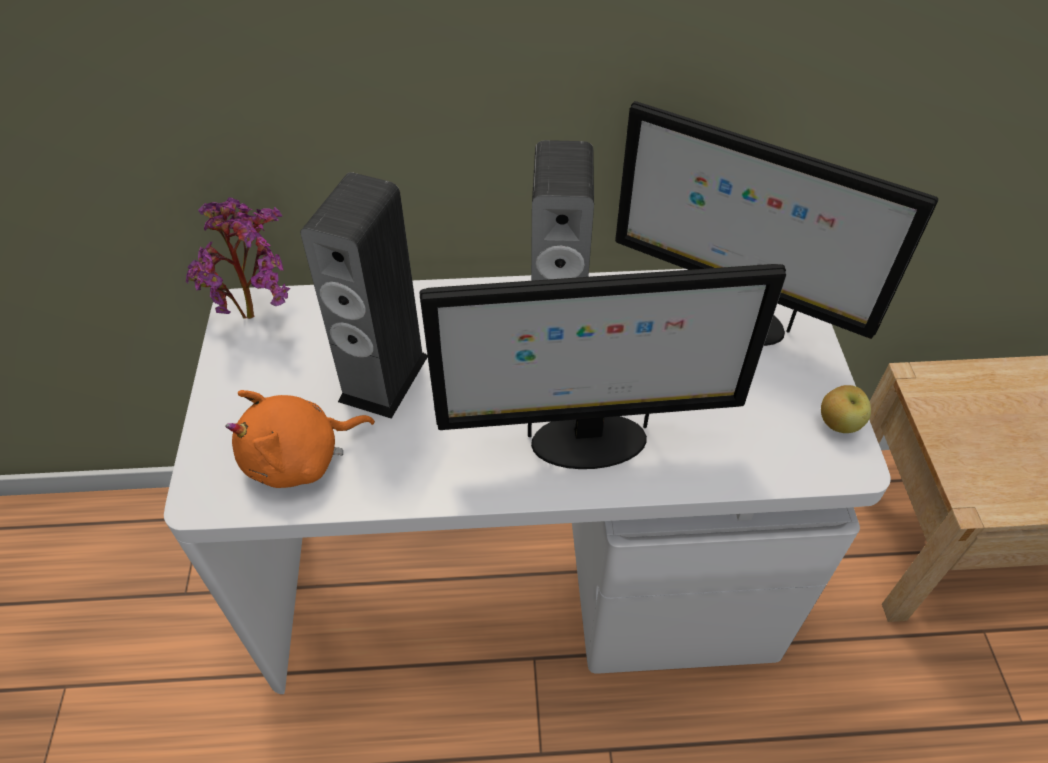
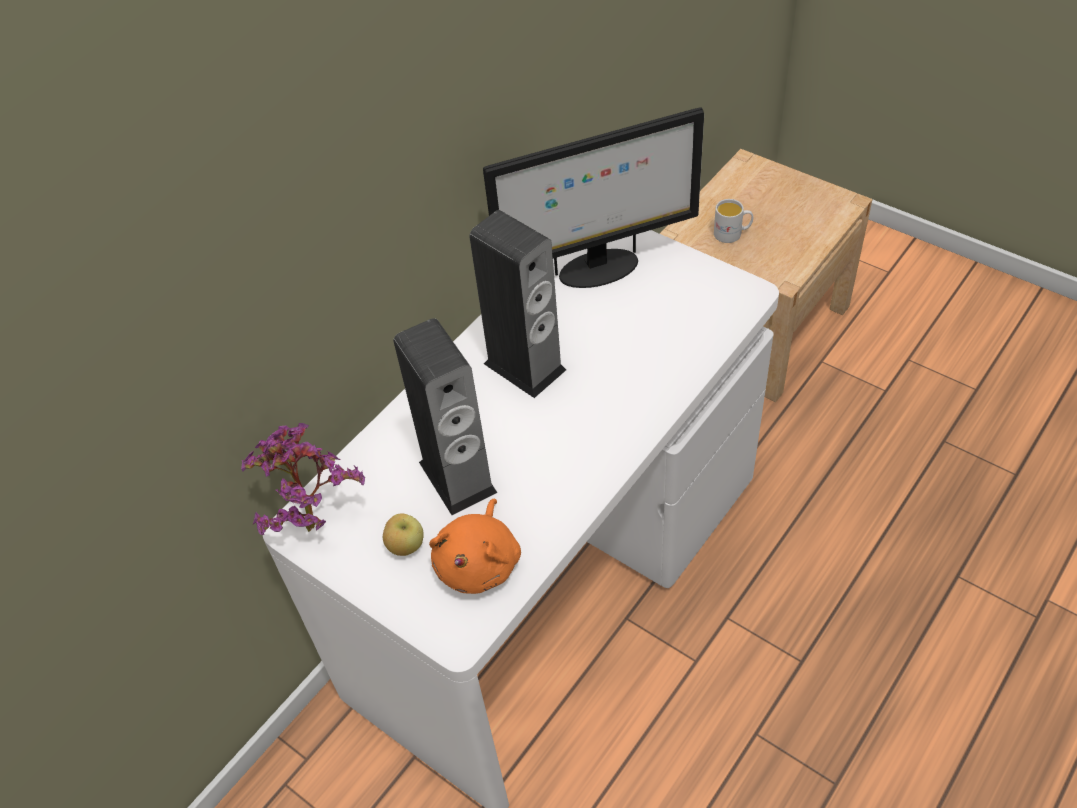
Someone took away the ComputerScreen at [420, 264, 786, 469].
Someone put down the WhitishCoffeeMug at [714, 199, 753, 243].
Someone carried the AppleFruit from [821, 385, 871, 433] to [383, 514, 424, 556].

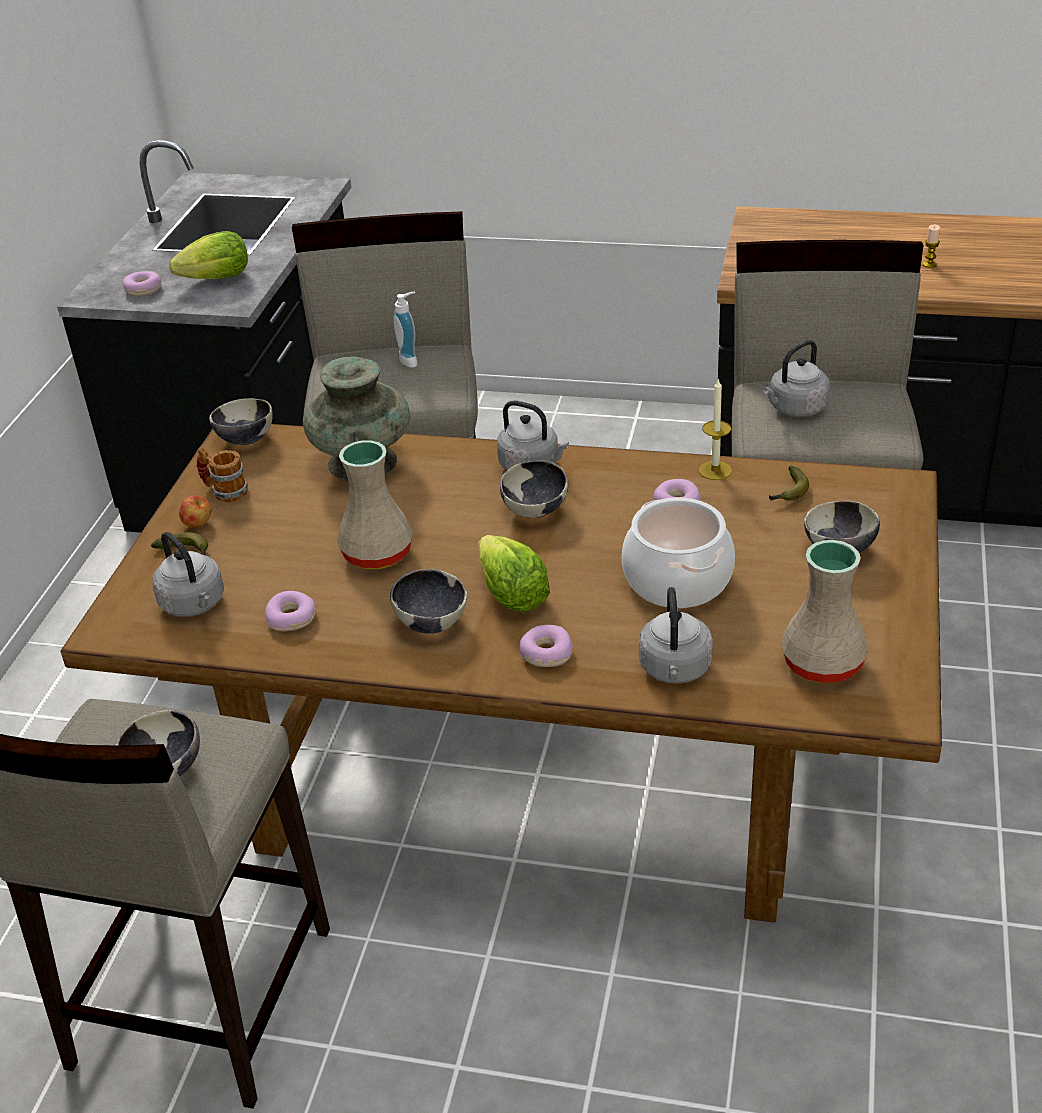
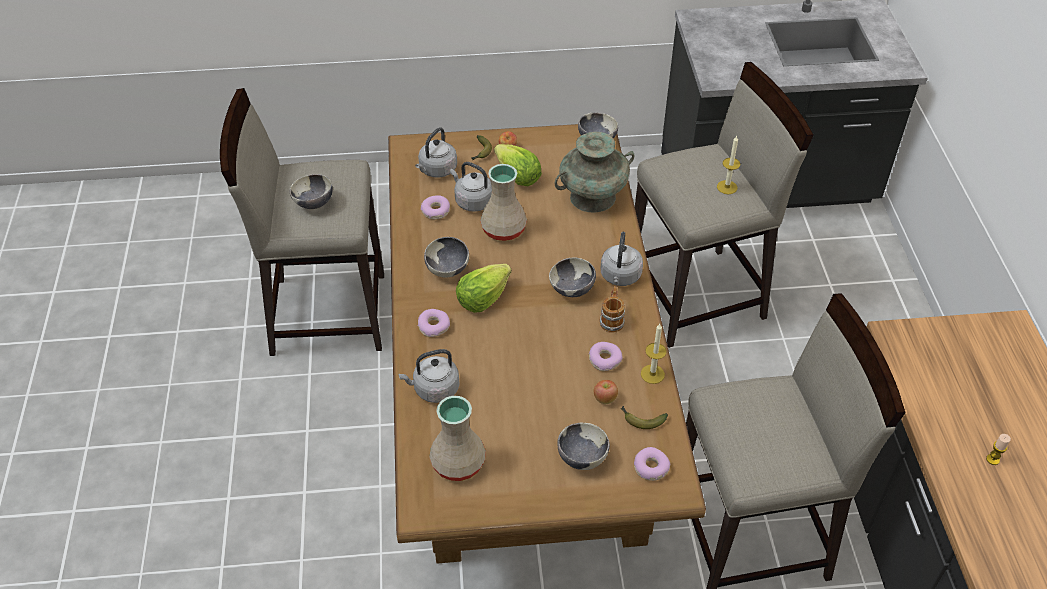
Someone took away the Stockpot at [622, 498, 735, 608].
Someone put down the AppleFruit at [594, 380, 618, 404].
Someone carried the RingDoughnut from [123, 271, 162, 296] to [634, 447, 670, 481].
Someone carried the LettuceHead from [169, 231, 248, 279] to [494, 144, 542, 186].
Someone carried the CoffeeMug from [197, 447, 248, 502] to [600, 286, 625, 333].
Someone carried the GreyTeaKettle from [763, 340, 830, 417] to [450, 162, 492, 212].
Someone swapped the SoapBottle at [393, 292, 417, 368] for the WaxCandle at [717, 136, 740, 194].

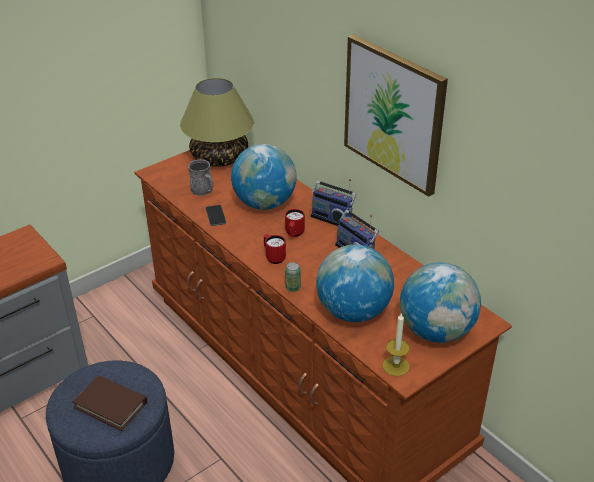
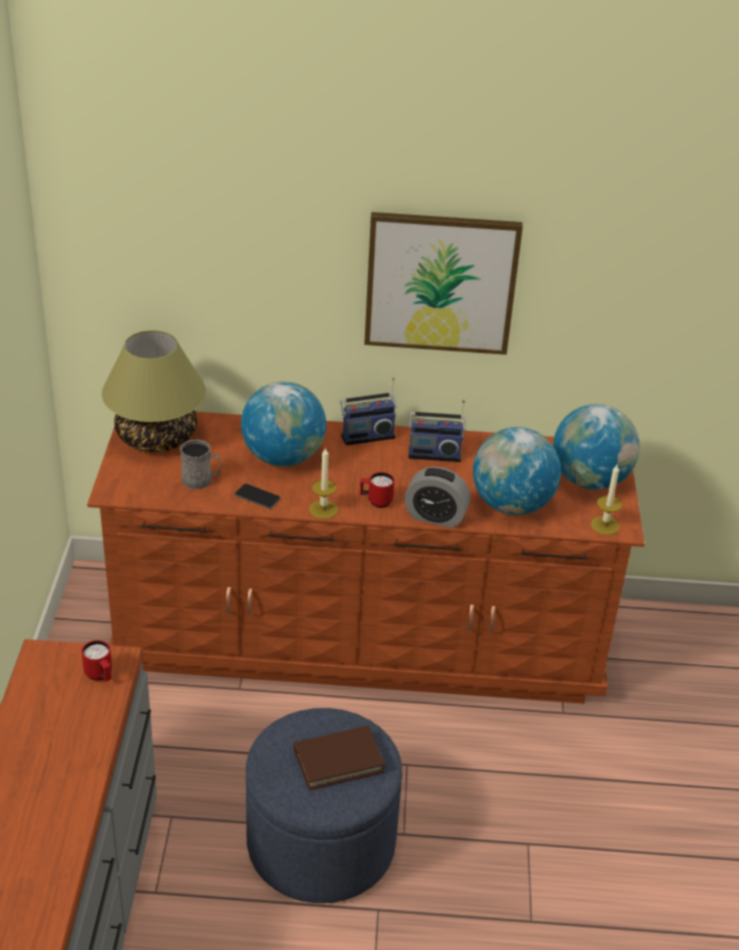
Someone put down the WaxCandle at [309, 447, 338, 519].
Someone carried the ReddishCoffeeMug from [285, 209, 305, 237] to [82, 640, 112, 681].
Someone swapped the SealedCan at [285, 262, 301, 292] for the TableClock at [405, 467, 470, 528].

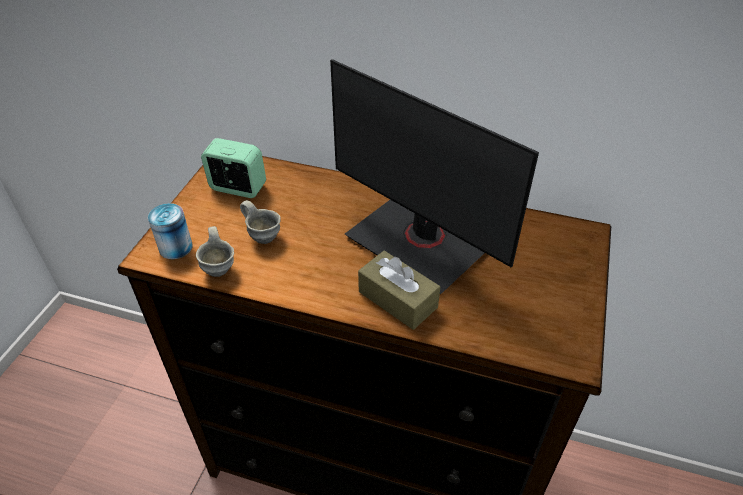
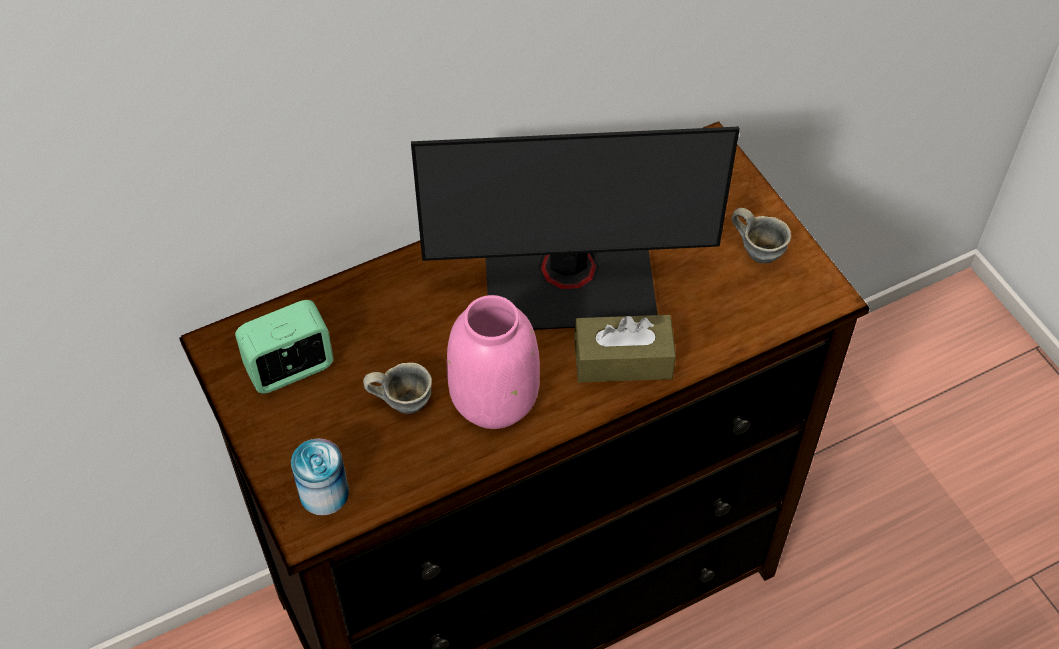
Someone put down the PinkColouredFlowerVase at [447, 295, 540, 429].
Someone carried the GreyCoffeeMug from [196, 226, 234, 277] to [732, 208, 791, 263].

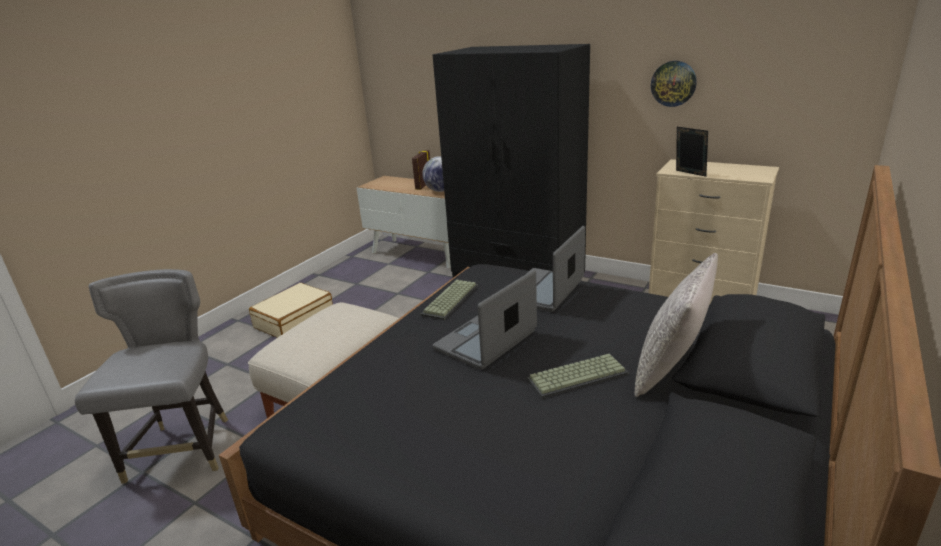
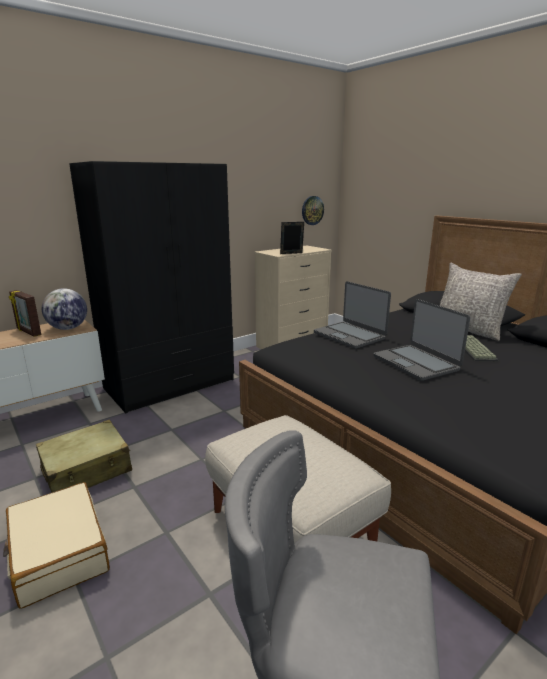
Someone took away the Keyboard at [421, 280, 478, 320].
Someone put down the BeigeColouredTravelCase at [36, 420, 132, 493].
Someone carried the ClockOnTheWall from [651, 61, 697, 107] to [302, 196, 324, 225].

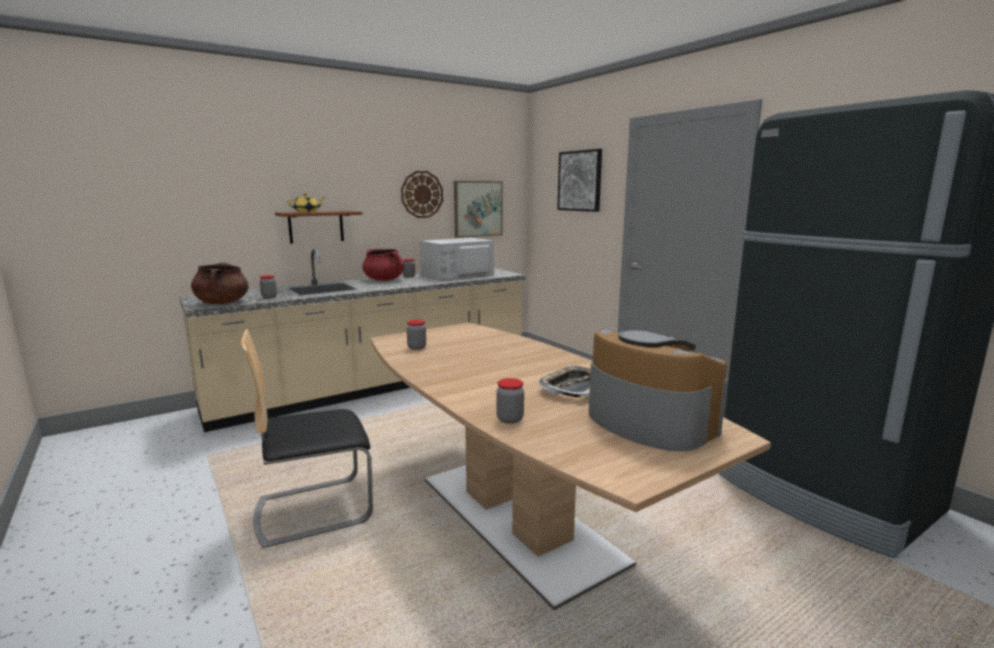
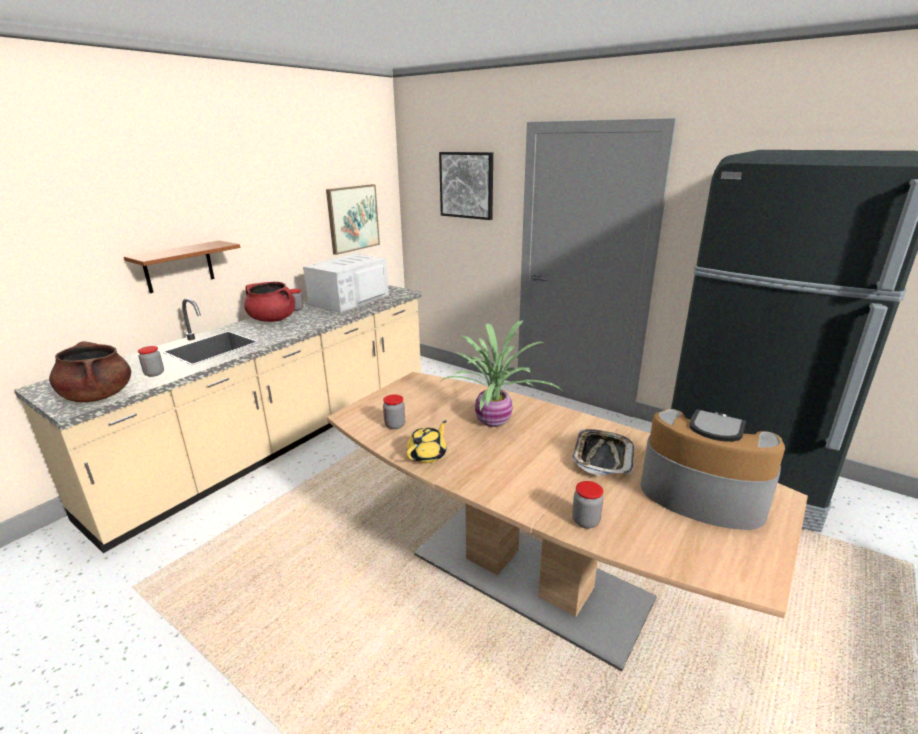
Someone took away the PlainChair at [241, 329, 373, 548].
Someone took away the ClockOnTheWall at [401, 171, 443, 218].
Someone put down the PottedPlant at [441, 320, 563, 427].
Someone carried the YellowishTeapot from [288, 193, 325, 212] to [406, 420, 447, 463].

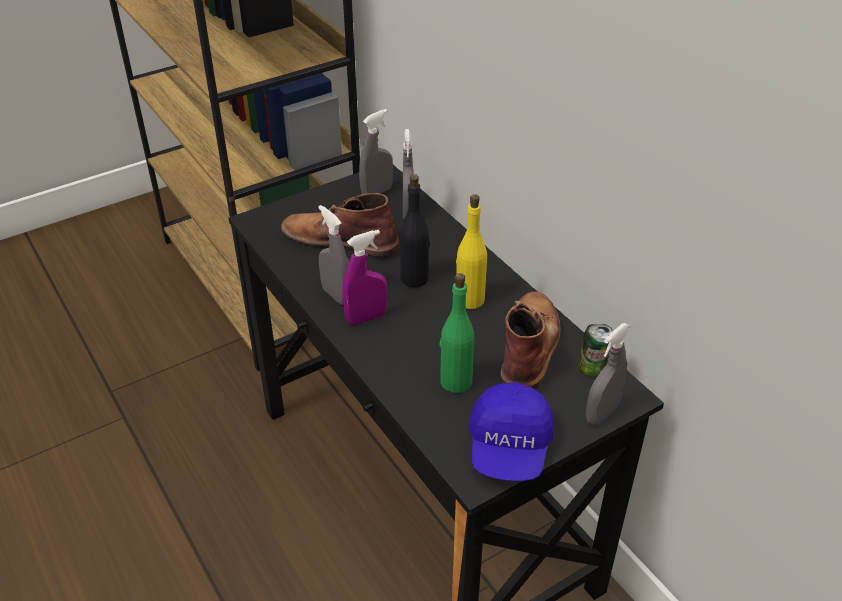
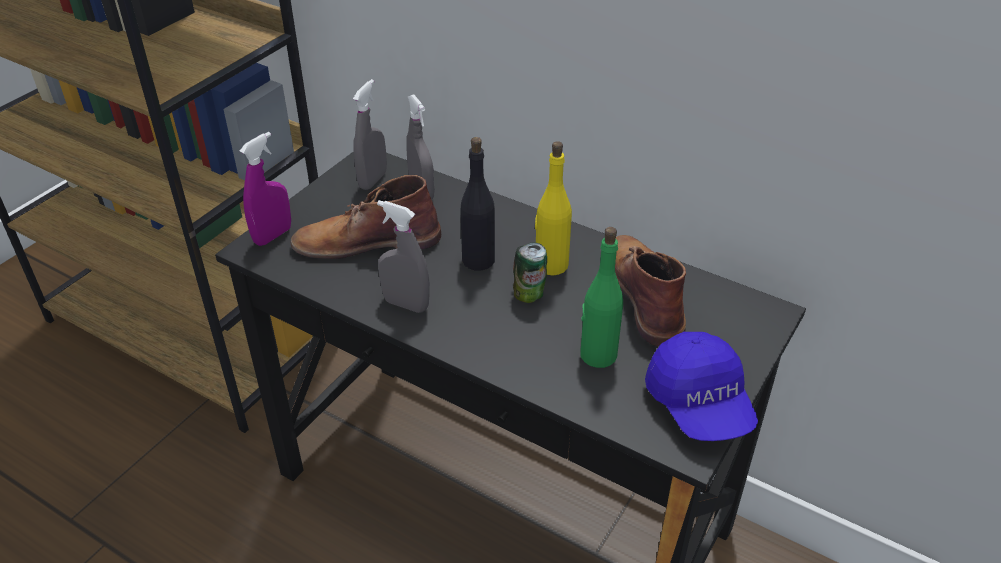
Someone took away the GreySprayBottle at [586, 323, 630, 426].
Someone carried the PurpleSprayBottle from [342, 230, 388, 325] to [240, 132, 291, 246].
Someone carried the SealedCan from [578, 324, 613, 377] to [513, 242, 547, 303].

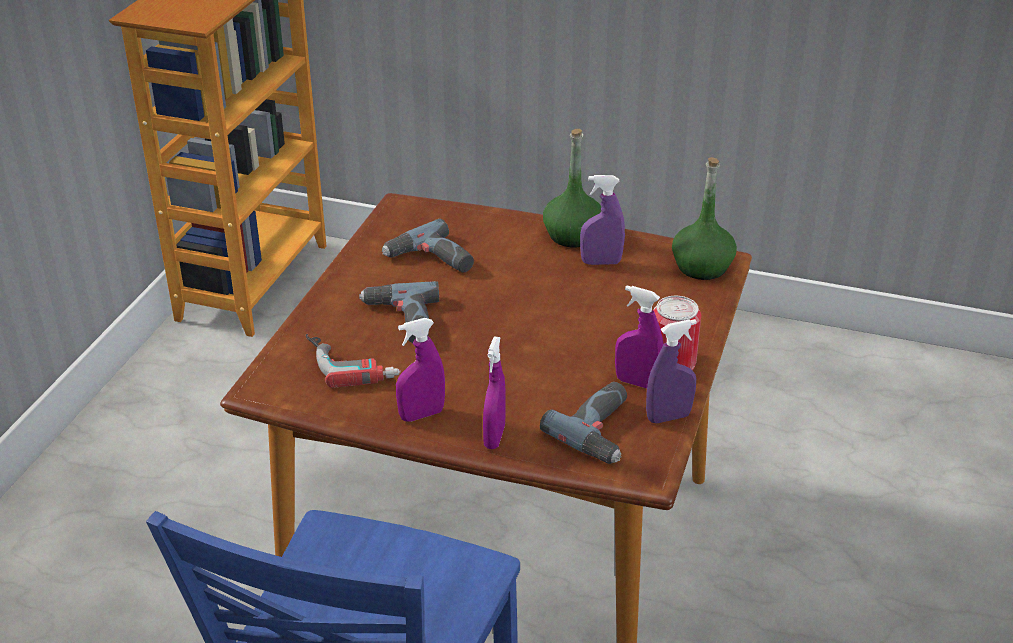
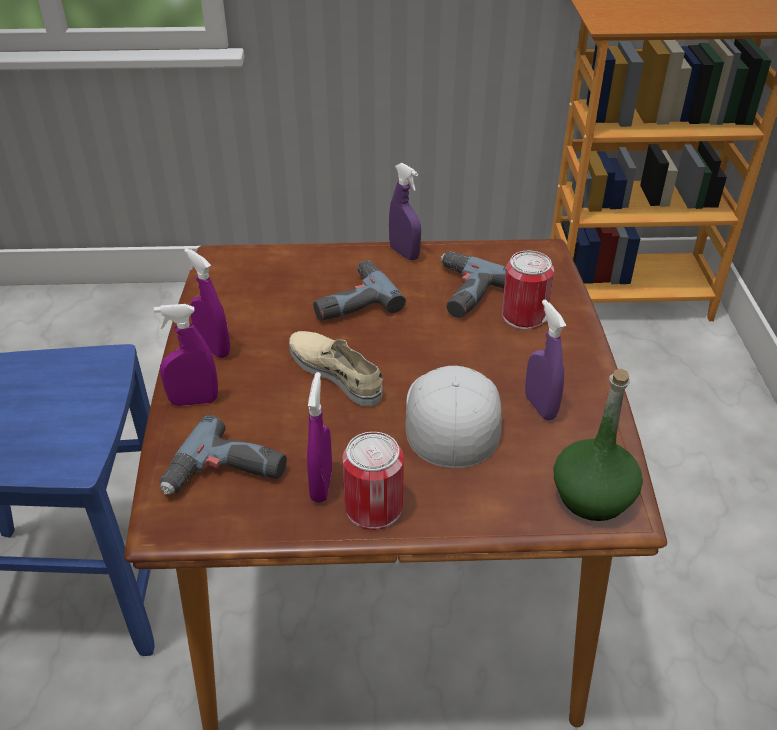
Someone took away the PowerDrill at [306, 334, 401, 388].
Someone took away the GreenColouredBeverageBottle at [543, 129, 601, 247].
Someone put down the BeigeColouredLowShoe at [289, 331, 383, 406].
Someone put down the WhitishPeakedCap at [406, 366, 502, 468].
Someone put down the SealedCan at [502, 251, 554, 330].
Someone carried the PurpleSprayBottle from [646, 319, 697, 423] to [389, 163, 421, 260].

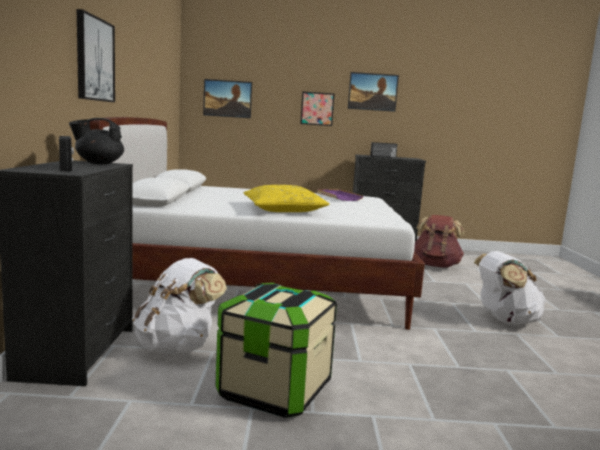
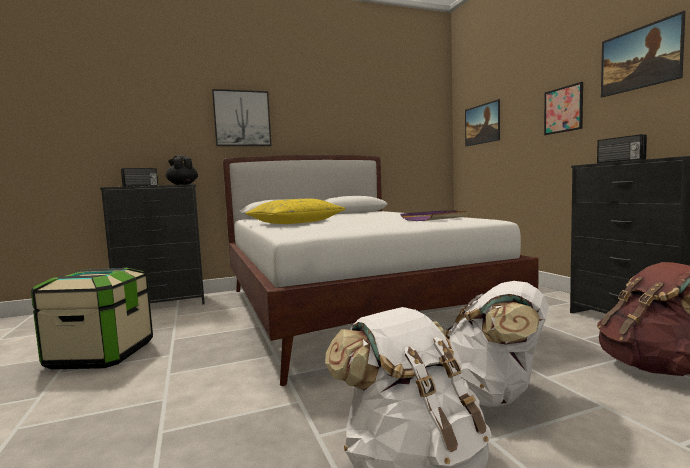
Someone carried the WhitishRucksack from [132, 258, 227, 354] to [445, 281, 549, 408].

